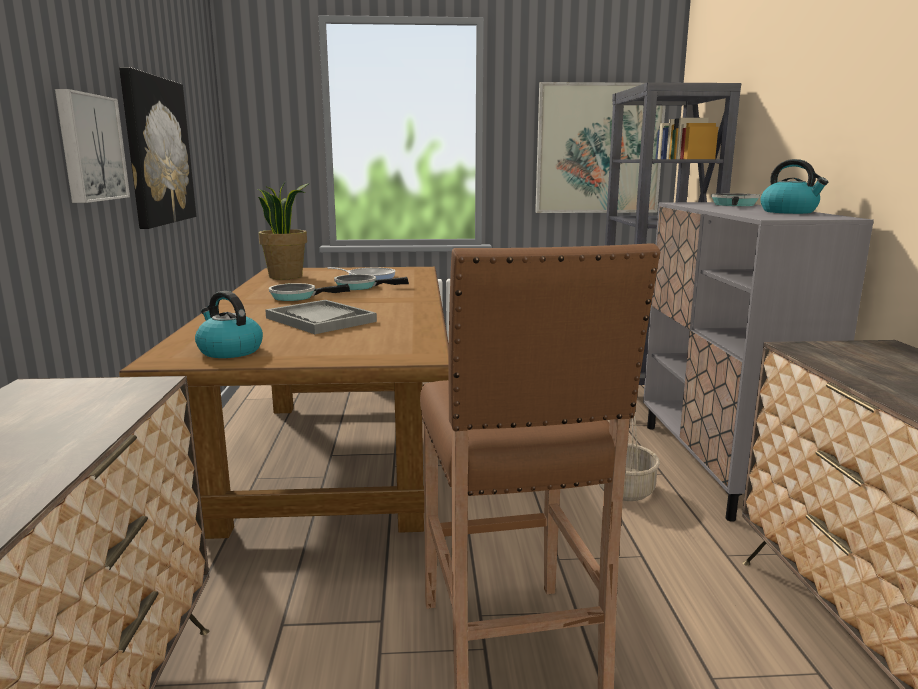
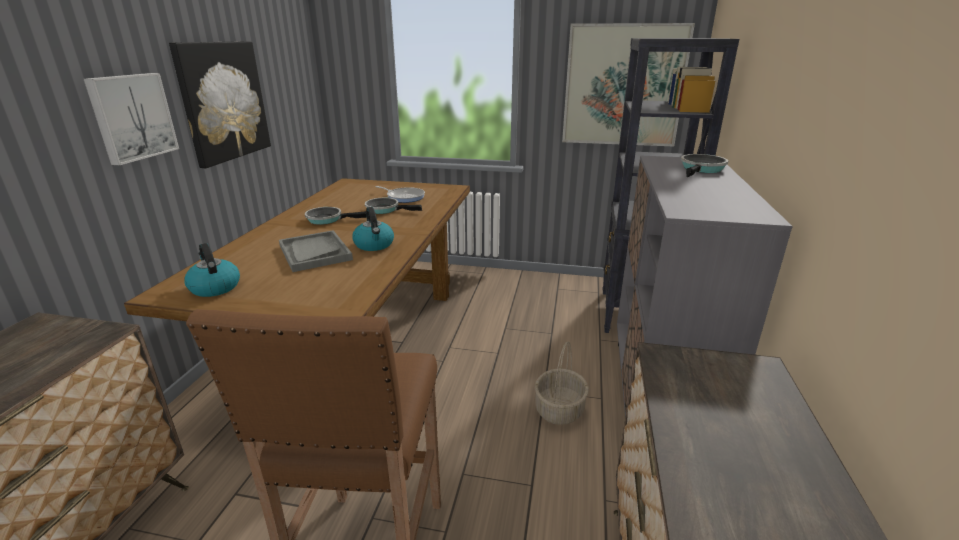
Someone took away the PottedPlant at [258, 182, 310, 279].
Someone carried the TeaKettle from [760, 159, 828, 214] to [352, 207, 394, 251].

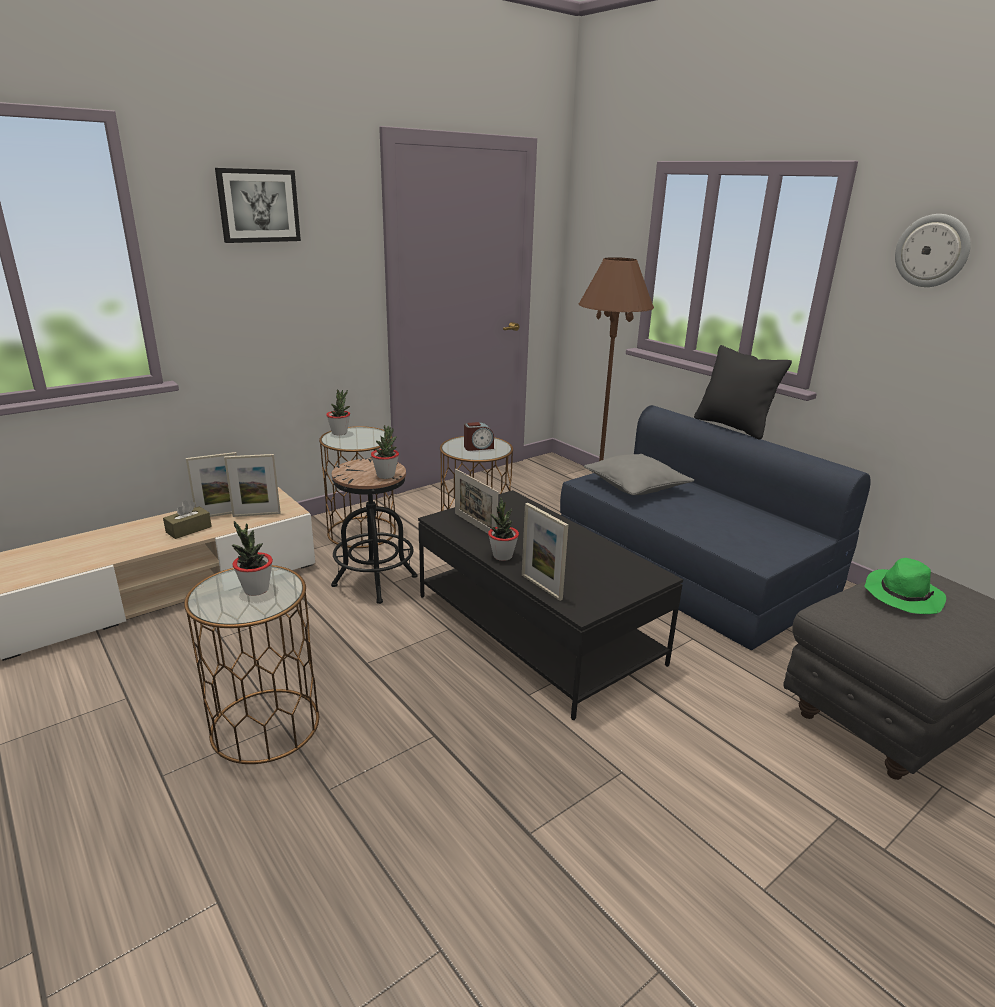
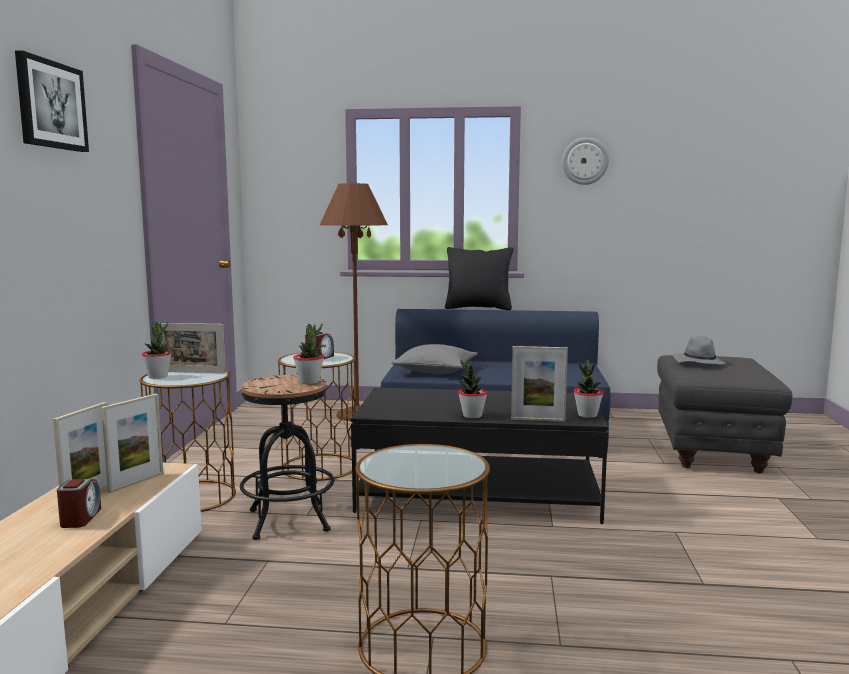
Someone carried the PottedPlant from [231, 521, 273, 596] to [574, 360, 604, 418].
Someone carried the PhotoFrame from [455, 469, 498, 534] to [161, 323, 225, 373].
Someone swapped the BrownishTissueBox at [163, 500, 212, 539] for the TableClock at [57, 479, 101, 528].
Someone repainted the GreenColouredClothingHat at [864, 558, 946, 614], which became the GreyClothingHat at [673, 336, 726, 364].

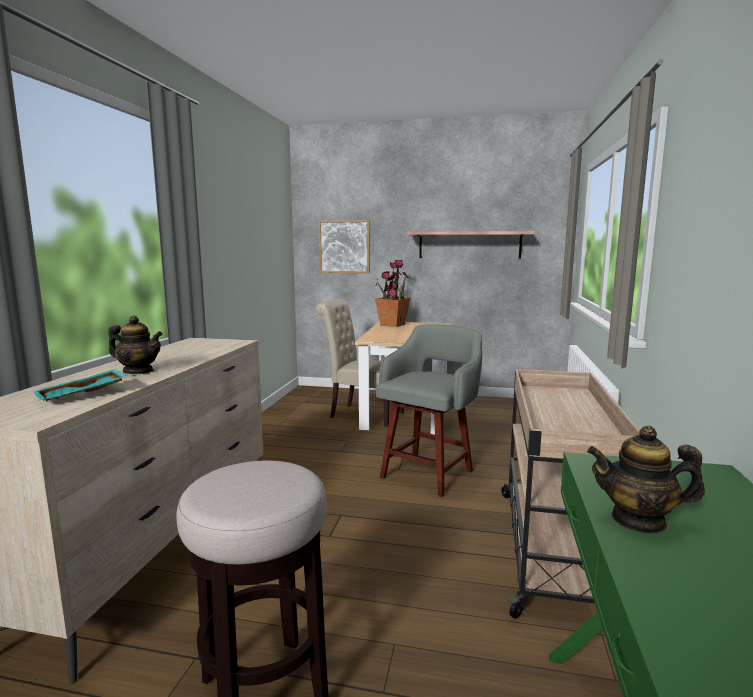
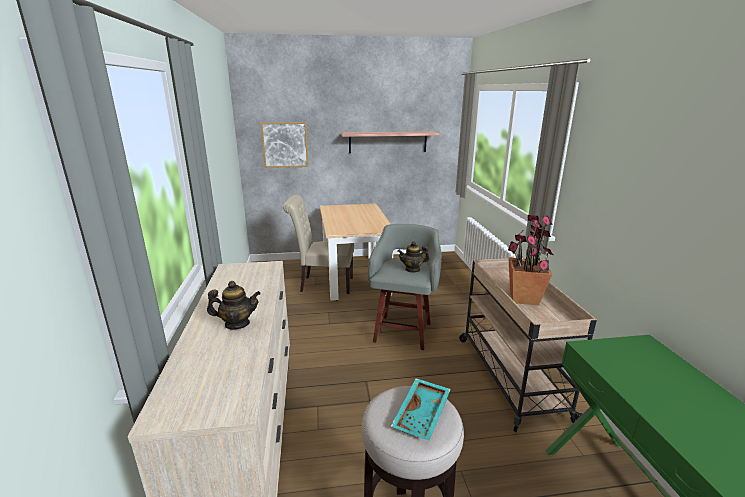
Someone carried the BlueGreenServingTray from [33, 369, 127, 401] to [391, 378, 451, 441].
Someone carried the PottedPlant from [375, 260, 411, 327] to [508, 215, 553, 305].
Someone carried the Teapot from [587, 426, 705, 534] to [397, 241, 429, 273].

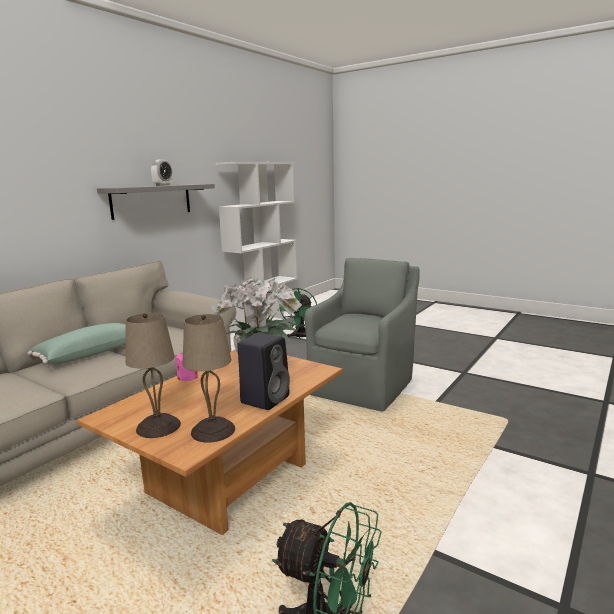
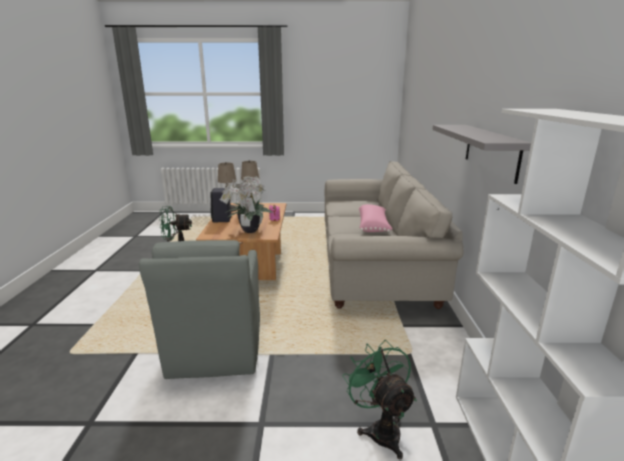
Someone took away the TableClock at [151, 159, 172, 186].
Someone repainted the GreenColouredCushion at [28, 323, 126, 365], which became the PinkColouredCushion at [359, 204, 393, 232].

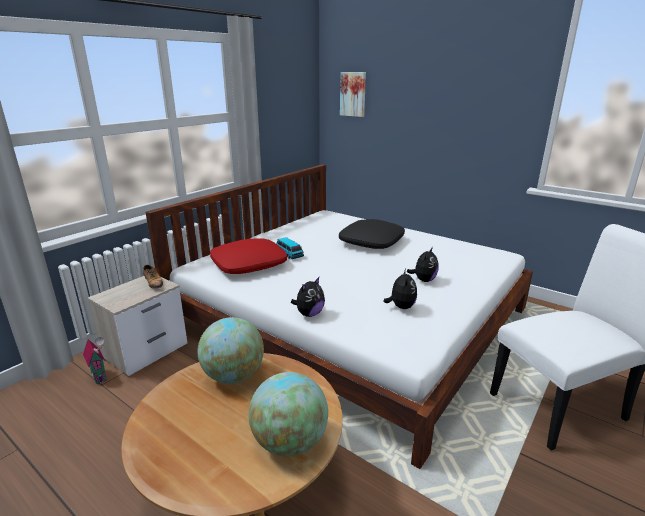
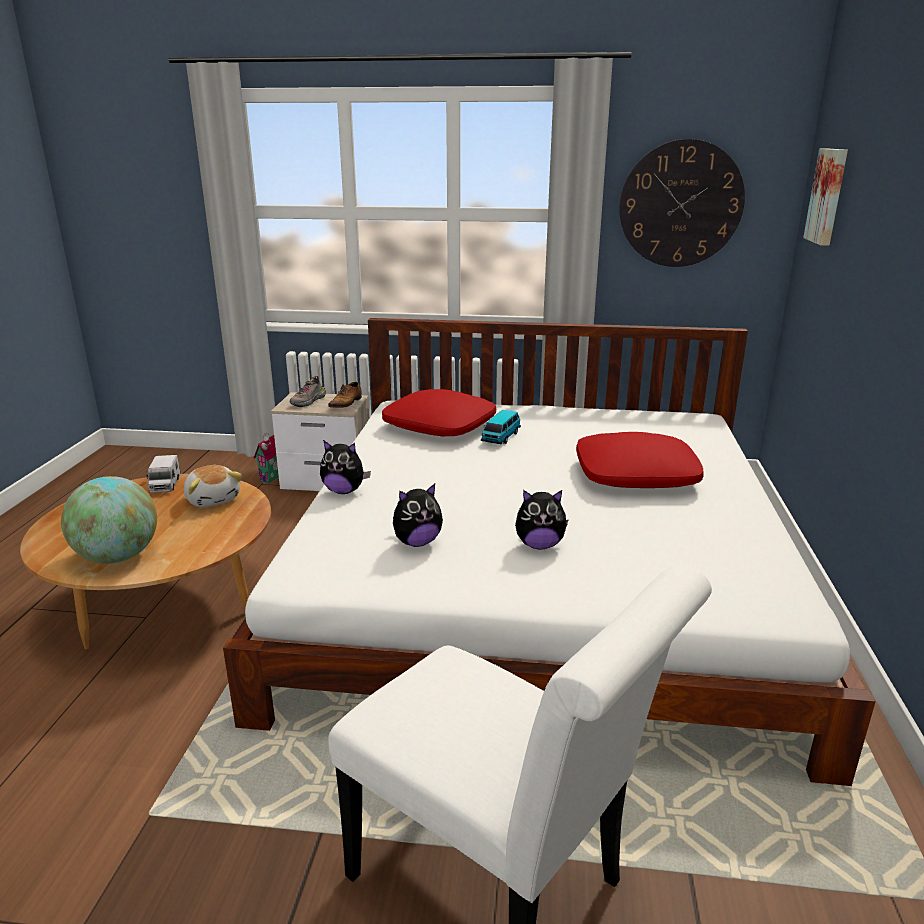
Someone put down the ToyTruck at [146, 455, 180, 493].
Someone put down the LowShoe at [290, 376, 326, 407].
Someone put up the ClockOnTheWall at [619, 139, 745, 267].
Someone swapped the Globe at [197, 317, 264, 384] for the PlushToy at [184, 465, 242, 507].
Someone repainted the BlackishCushion at [339, 219, 405, 249], which became the ReddishCushion at [576, 432, 704, 488].

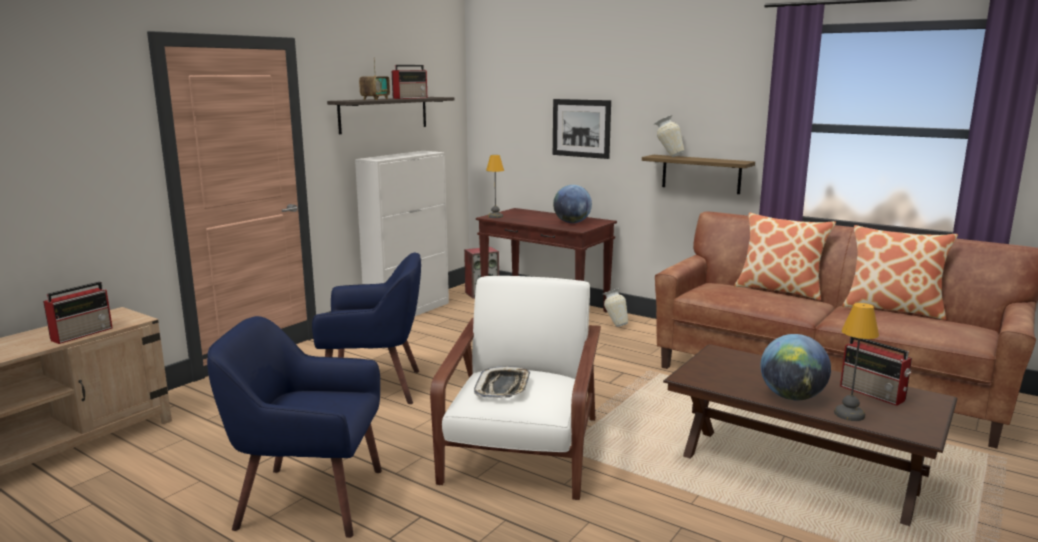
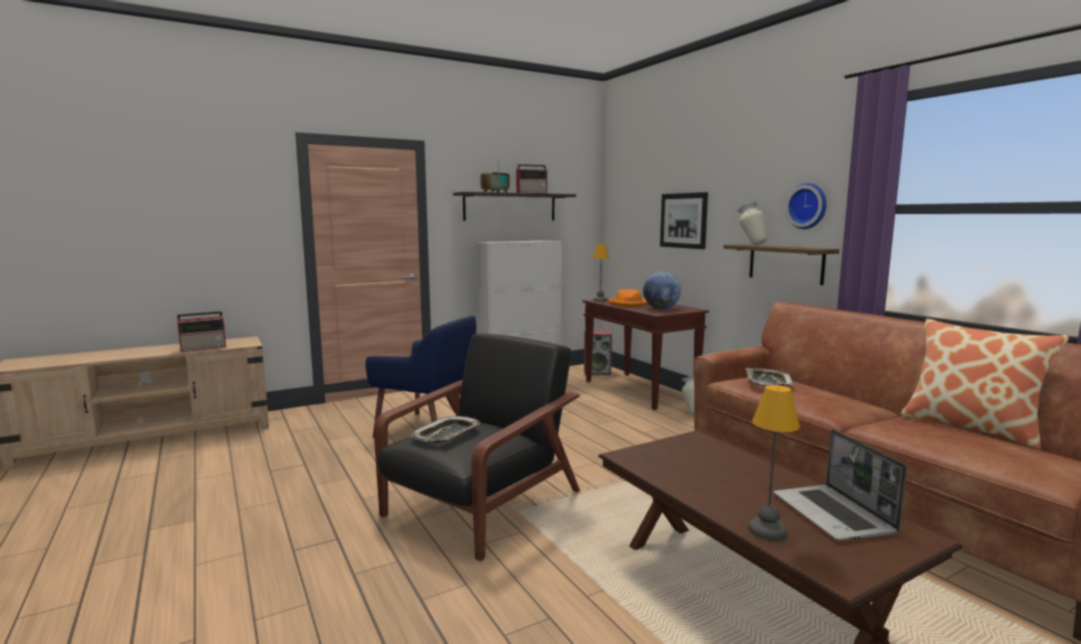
Someone took away the BlueColouredArmchair at [207, 316, 382, 538].
Someone took away the Cushion at [734, 213, 836, 301].
Someone took away the Globe at [761, 334, 831, 400].
Someone put down the OrangeClothingHat at [608, 289, 648, 307].
Someone put down the ServingTray at [746, 368, 794, 386].
Someone put up the ClockOnTheWall at [785, 183, 827, 229].
Someone swapped the RadioSet at [840, 337, 912, 406] for the NotebookComputer at [773, 429, 907, 541].
Someone repainted the WhitishArmchair at [430, 276, 601, 500], which became the BlackishArmchair at [374, 333, 580, 561].

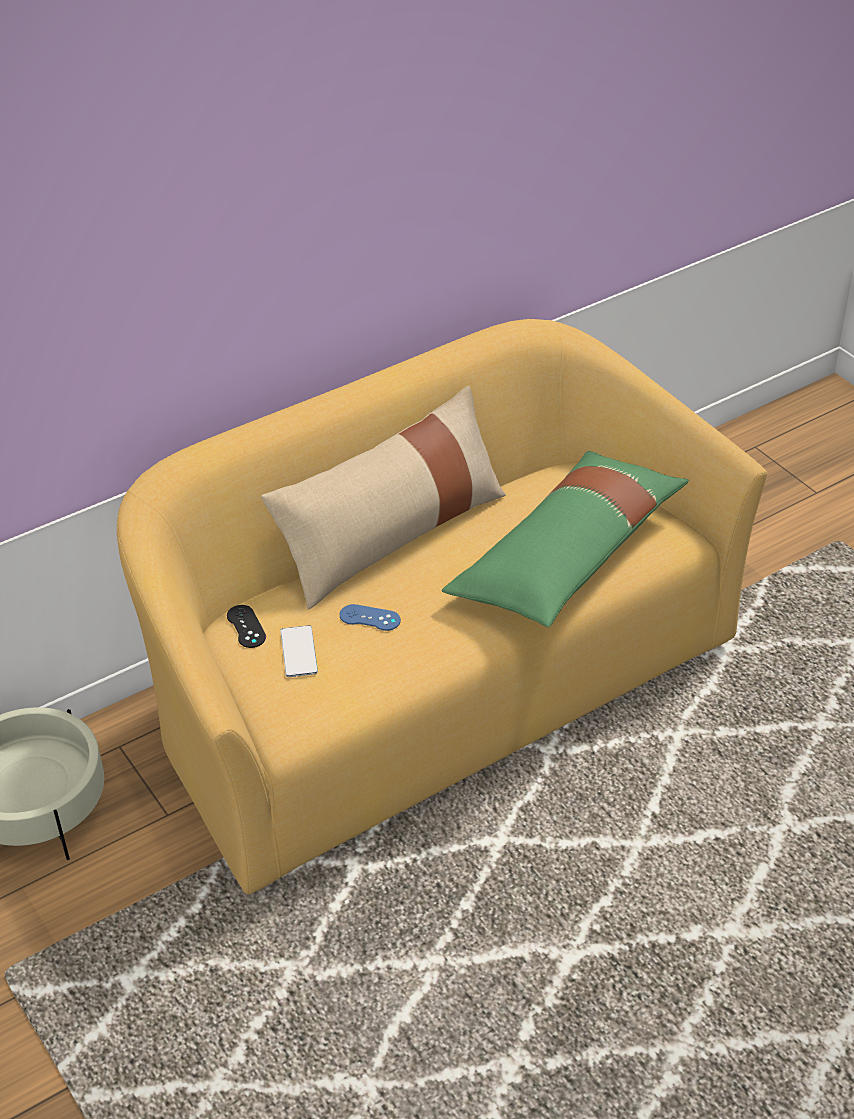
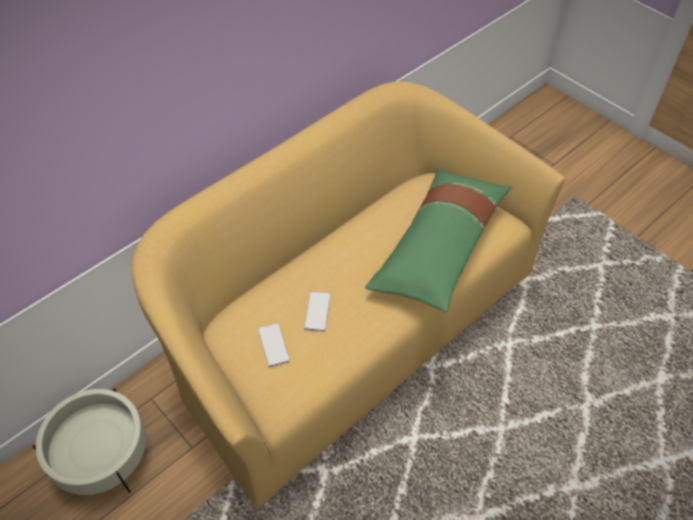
Someone took away the BlackishGamepad at [227, 605, 266, 648].
Someone took away the BeigeColouredCushion at [261, 386, 506, 610].
Someone swapped the BlueColouredGamepad at [340, 604, 401, 631] for the Handset at [304, 291, 331, 331].

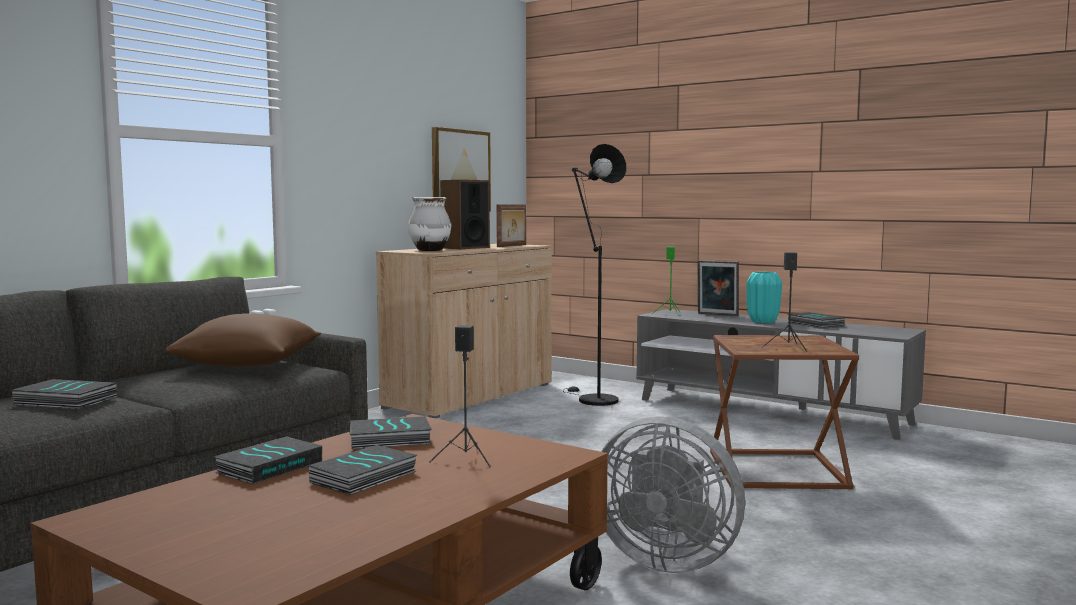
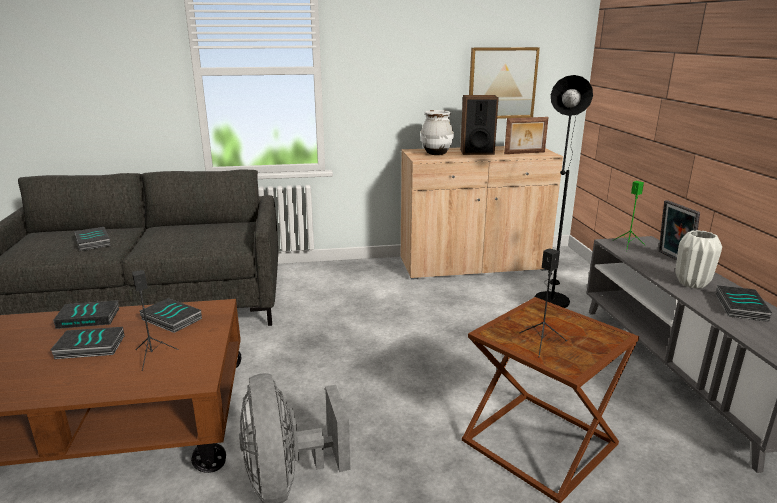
Someone took away the BrownishCushion at [165, 313, 321, 367].
Someone repainted the BlueGreenFlowerVase at [746, 272, 782, 323], which became the WhitishFlowerVase at [675, 230, 722, 289].

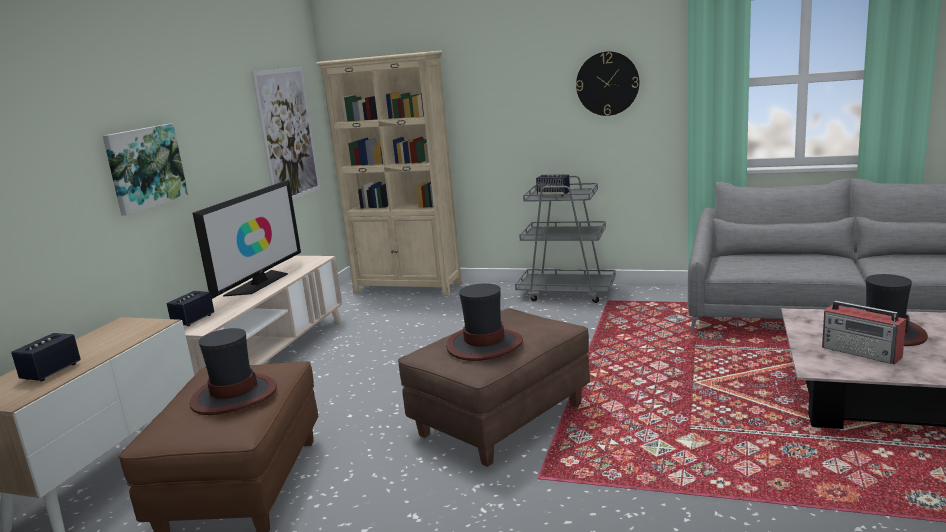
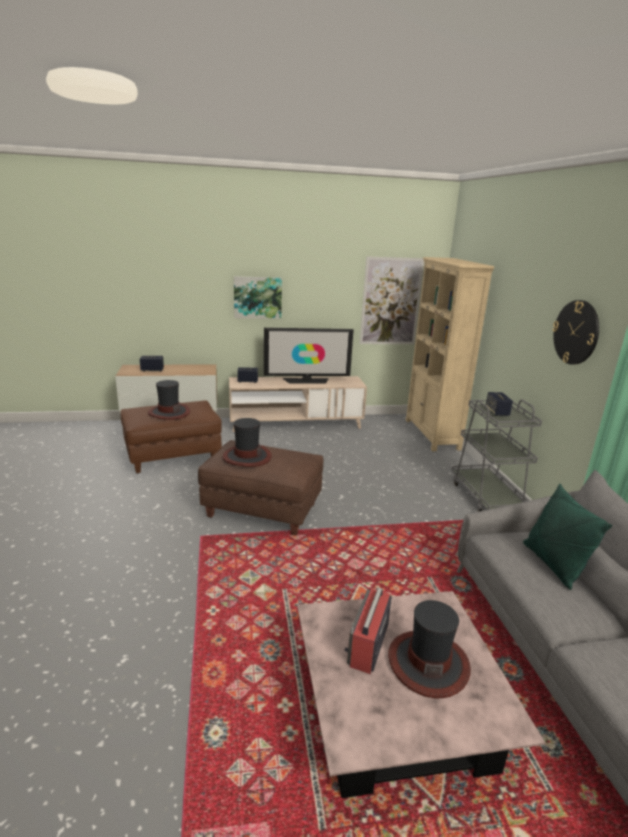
Someone put down the GreenColouredCushion at [523, 484, 612, 590].

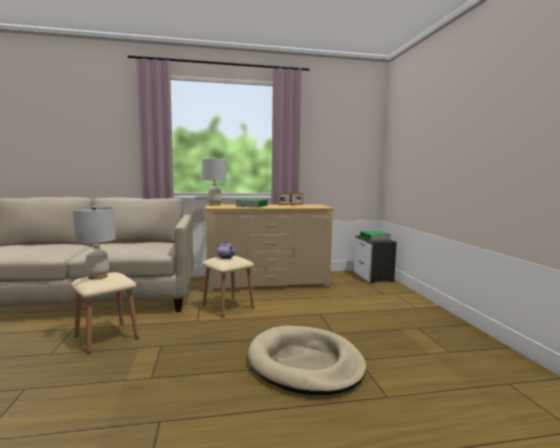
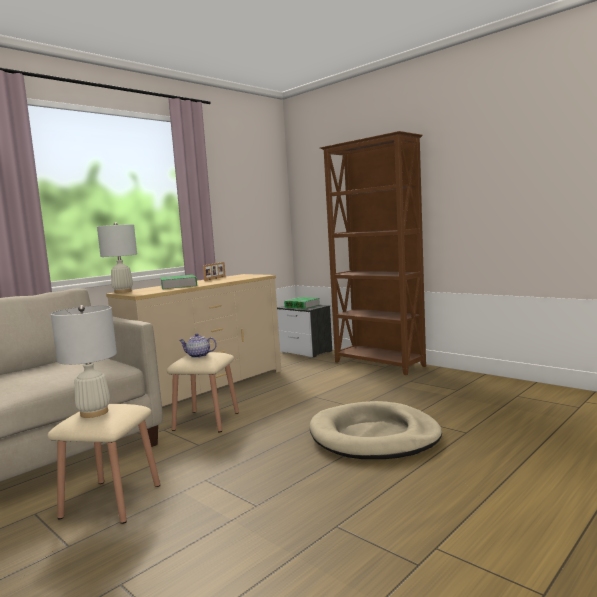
Someone put down the BrownishBookshelf at [320, 131, 426, 375].

